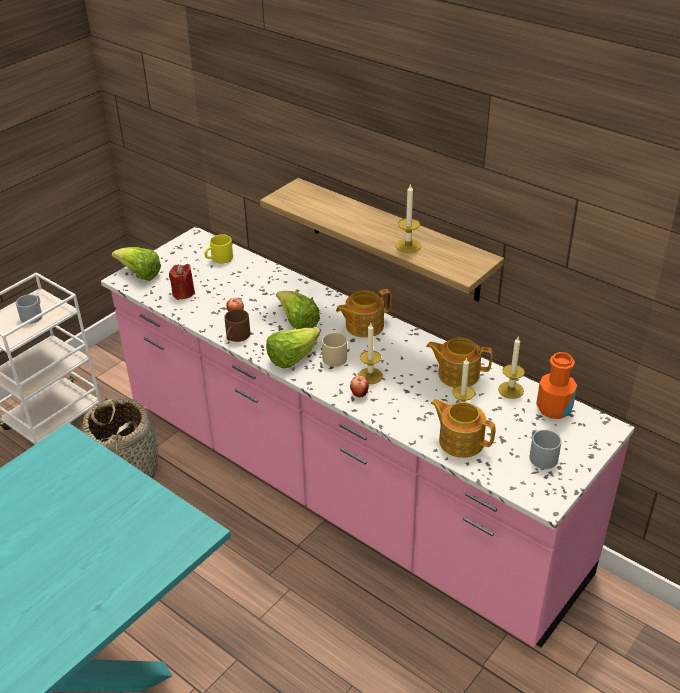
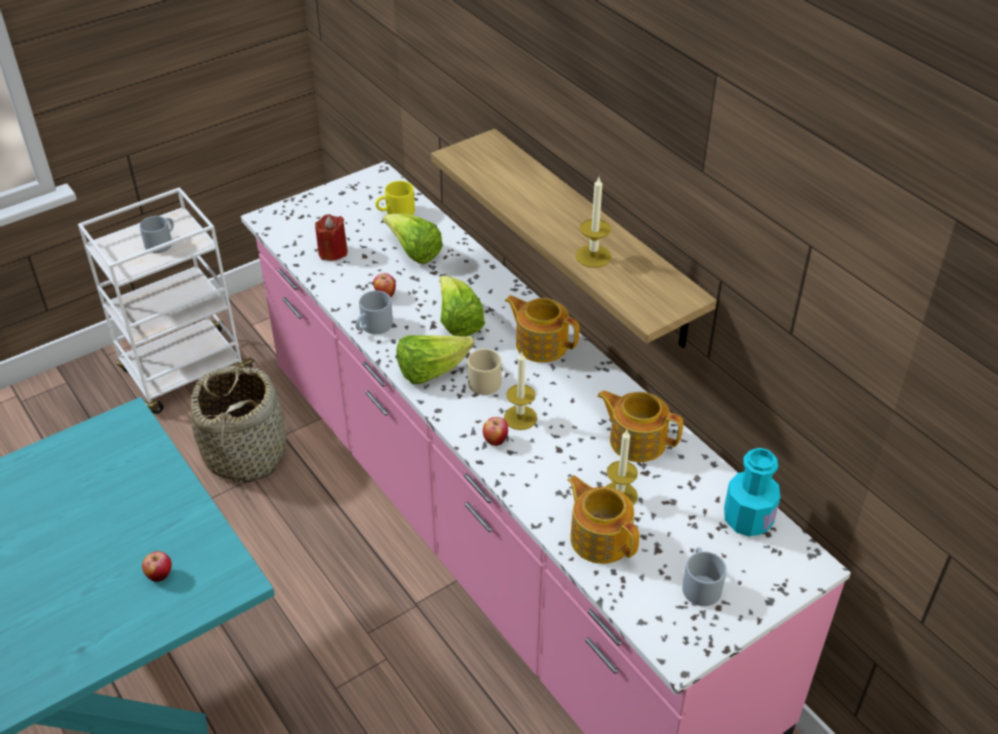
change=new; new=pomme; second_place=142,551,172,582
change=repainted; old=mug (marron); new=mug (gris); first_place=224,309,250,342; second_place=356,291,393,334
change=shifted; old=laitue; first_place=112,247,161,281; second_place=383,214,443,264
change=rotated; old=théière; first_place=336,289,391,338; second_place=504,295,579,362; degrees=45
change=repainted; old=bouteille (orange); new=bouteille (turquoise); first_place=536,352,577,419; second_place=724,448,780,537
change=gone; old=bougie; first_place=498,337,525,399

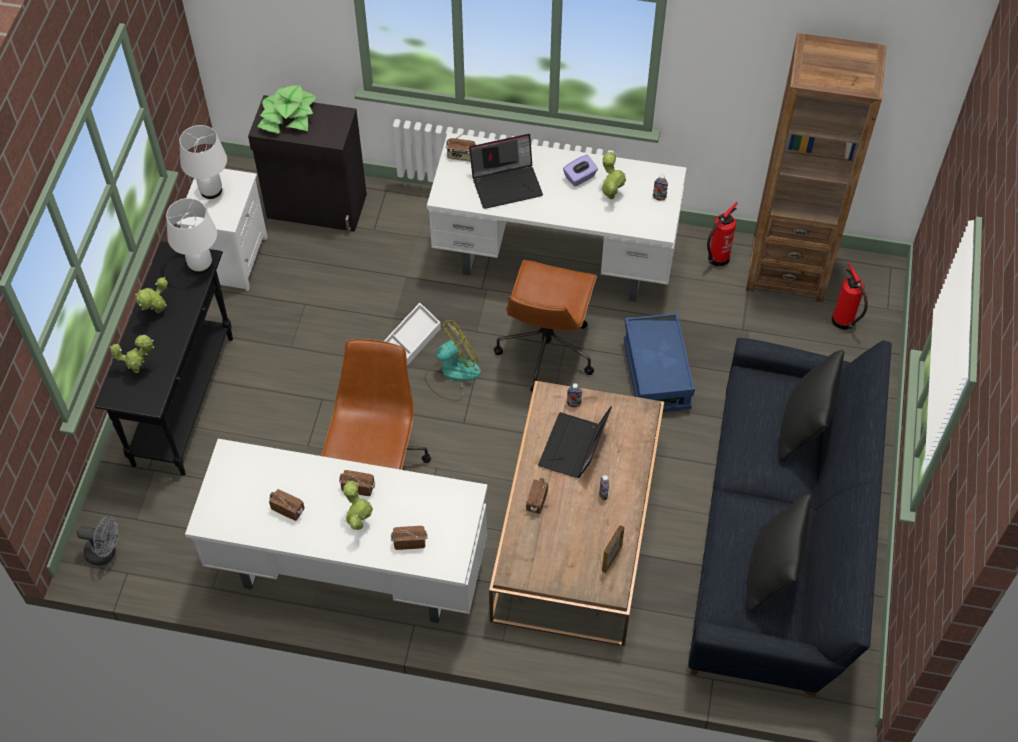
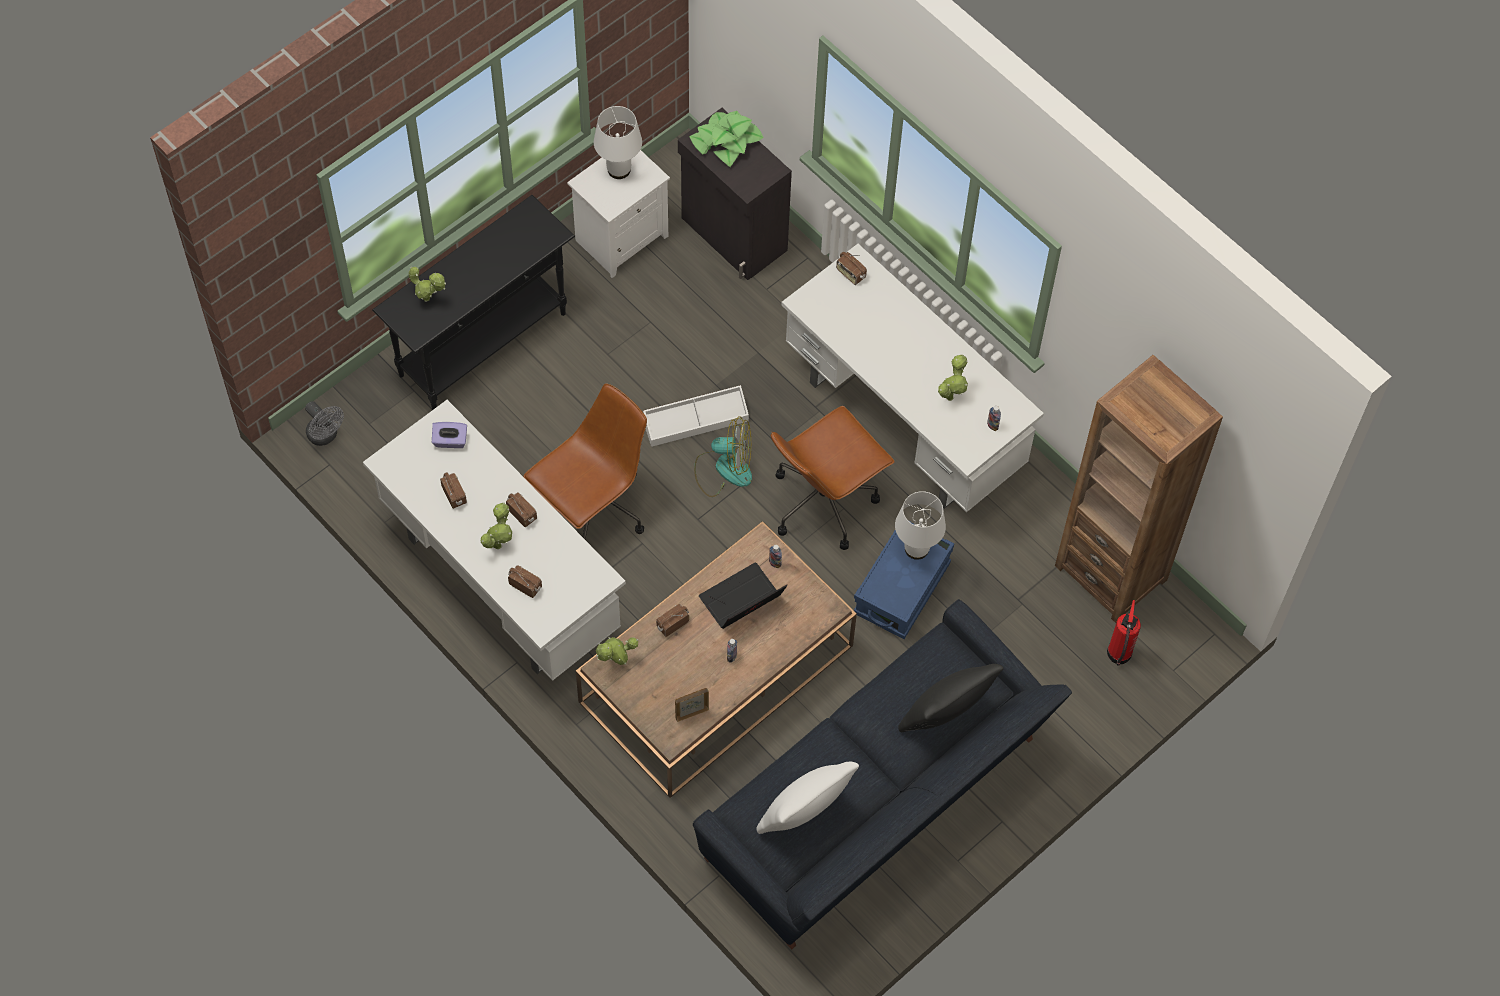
change=shifted; old=boîte à mouchoirs (violet); first_place=563,155,598,187; second_place=432,422,467,448
change=shifted; old=plante en pot; first_place=135,277,168,313; second_place=596,637,638,665
change=repainted; old=coussin (noir); new=coussin (blanc); first_place=746,494,812,613; second_place=757,762,859,834
change=shifted; old=lampe de table (blanc); first_place=166,198,217,274; second_place=895,491,946,560
change=gone; old=ordinateur portable; first_place=469,134,543,209
change=gone; old=extincteur; first_place=707,202,738,266

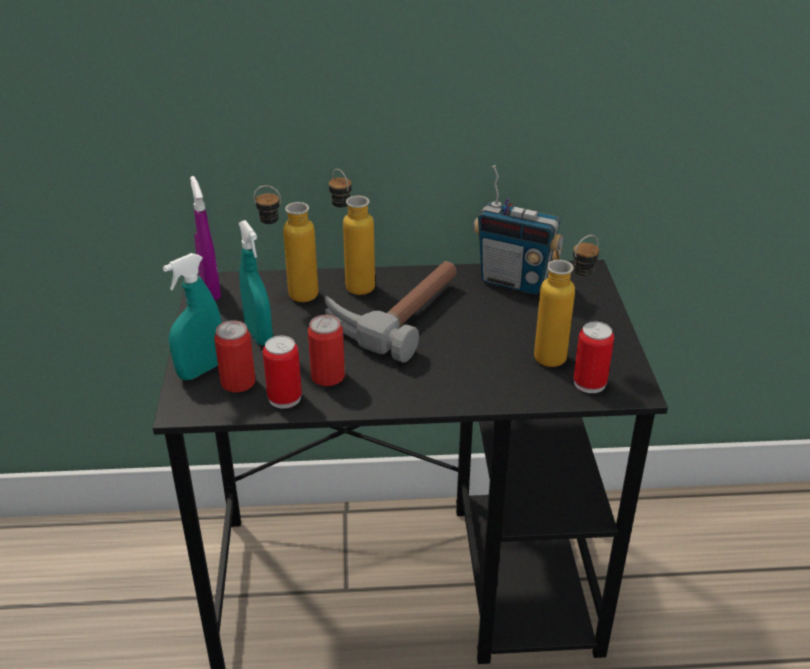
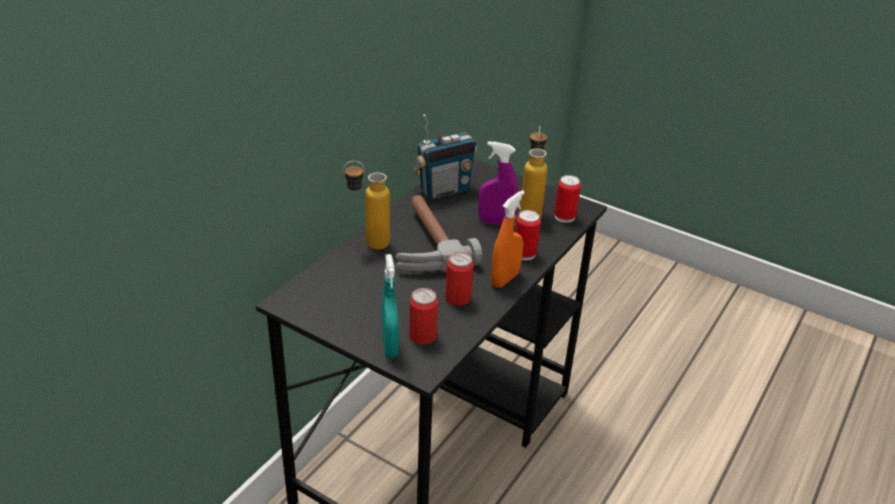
change=shifted; old=vaporisateur (violet); first_place=190,176,221,300; second_place=478,141,518,225
change=new; new=vaporisateur (orange); second_place=491,190,525,288
change=shifted; old=boîte métallique; first_place=263,336,302,409; second_place=515,210,541,260
change=gone; old=vaporisateur (turquoise); first_place=239,220,273,345
change=gone; old=bouteille; first_place=254,185,318,302

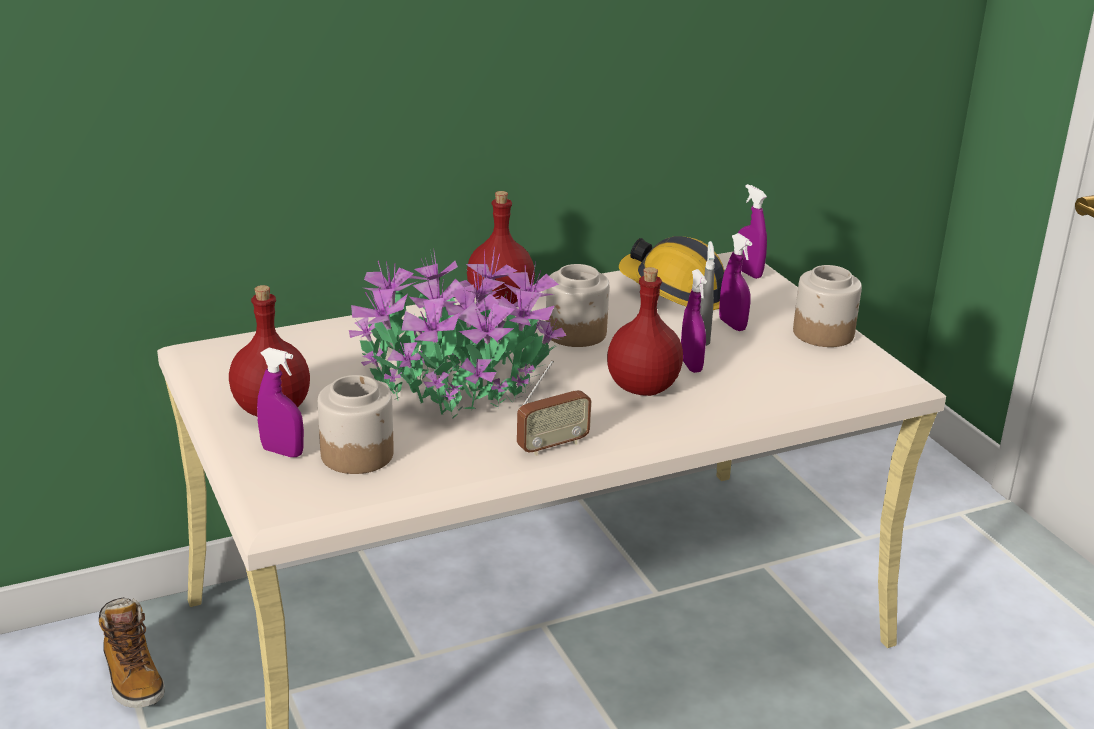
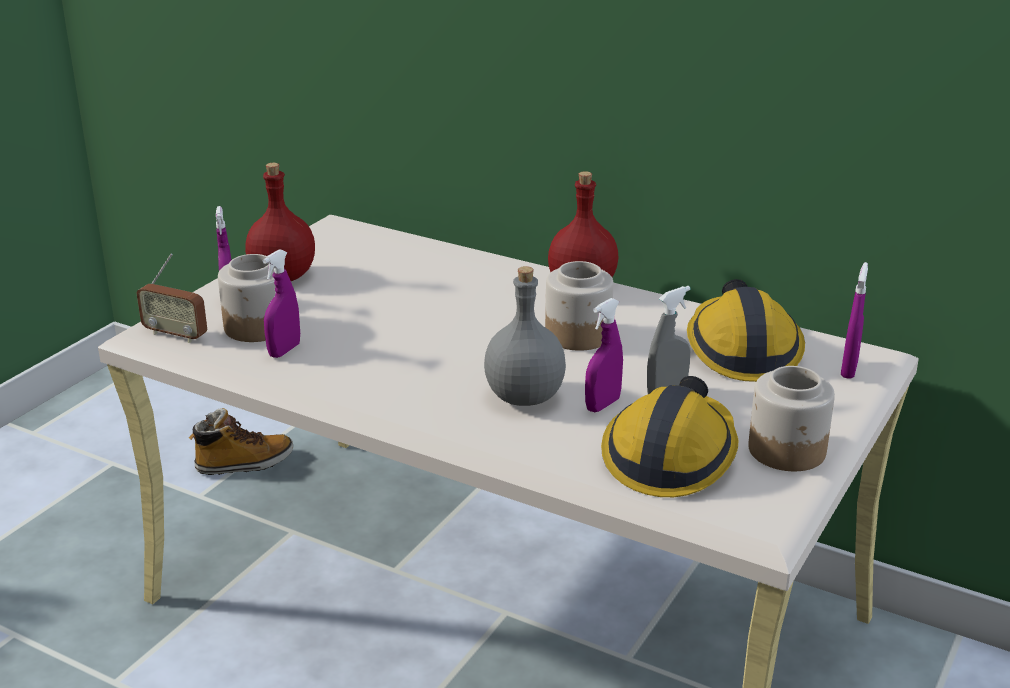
change=shifted; old=radio; first_place=517,360,591,456; second_place=136,253,207,343
change=rotated; old=botte; first_place=99,598,165,708; second_place=189,408,293,475; degrees=-135
change=shifted; old=vaporisateur (violet); first_place=719,233,752,331; second_place=263,249,300,358
change=repainted; old=bouteille (rouge); new=bouteille (gris); first_place=607,267,683,396; second_place=484,266,566,406
change=new; new=casque de chantier; second_place=601,376,739,497
change=gone; old=plante en pot; first_place=349,246,566,419

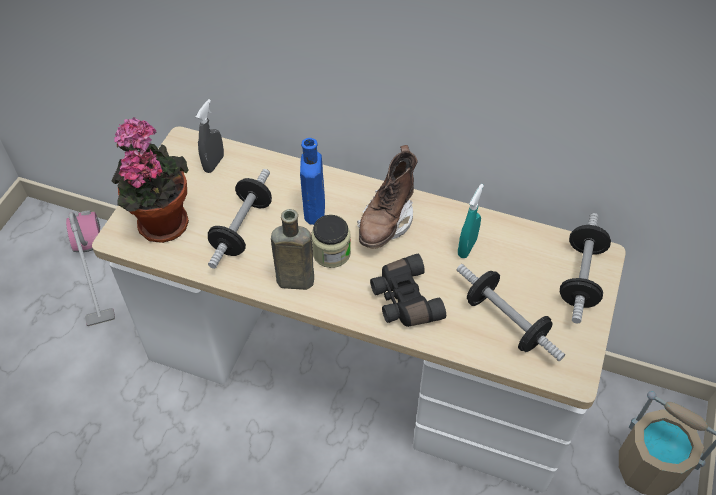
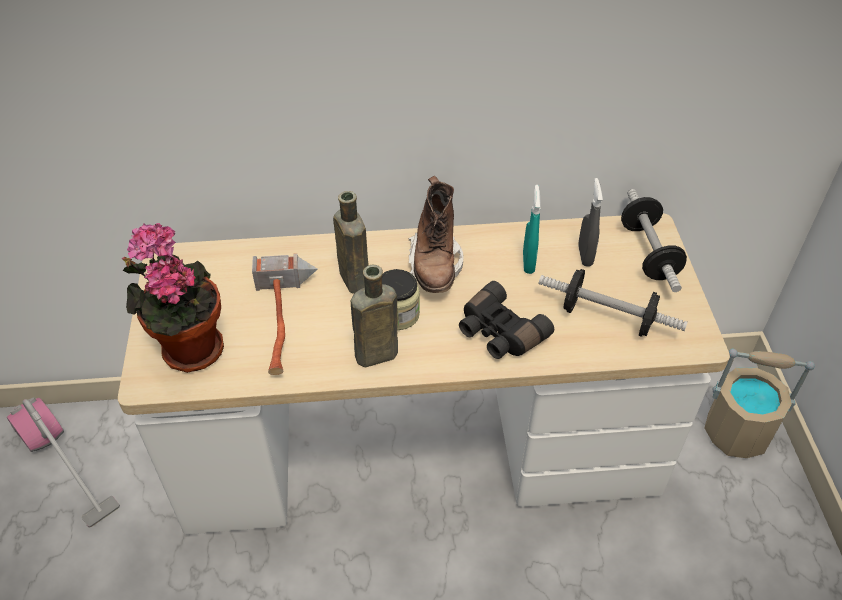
change=swapped; old=haltère; new=marteau; first_place=208,169,272,269; second_place=252,253,318,375
change=repainted; old=bouteille (bleu); new=bouteille (marron); first_place=300,138,325,225; second_place=333,191,369,294
change=shifted; old=vaporisateur (gris); first_place=196,99,224,173; second_place=578,178,603,267

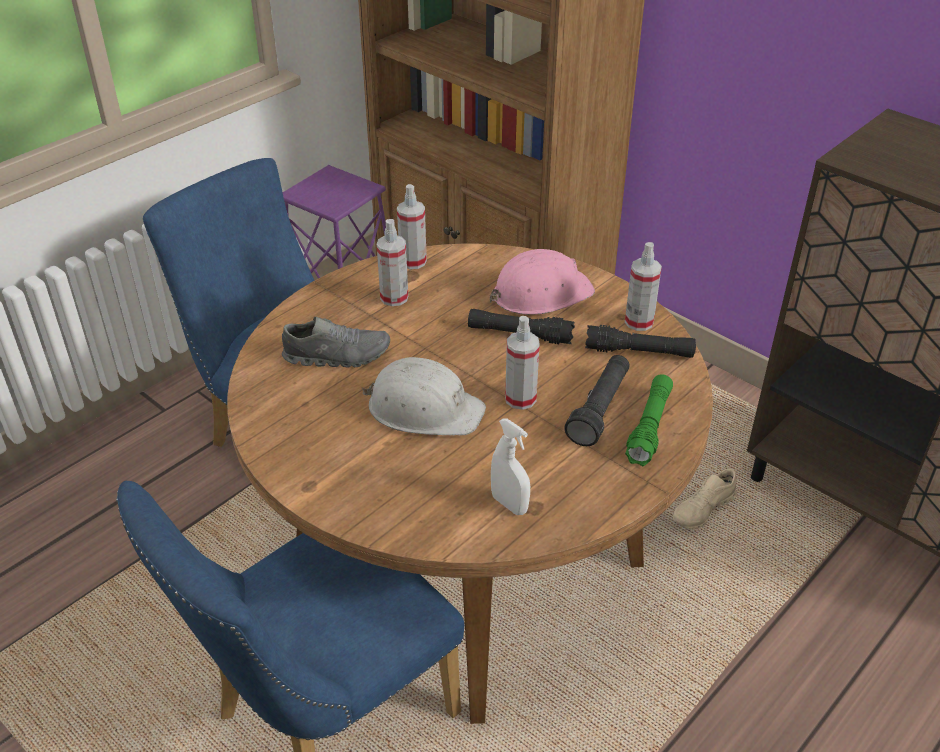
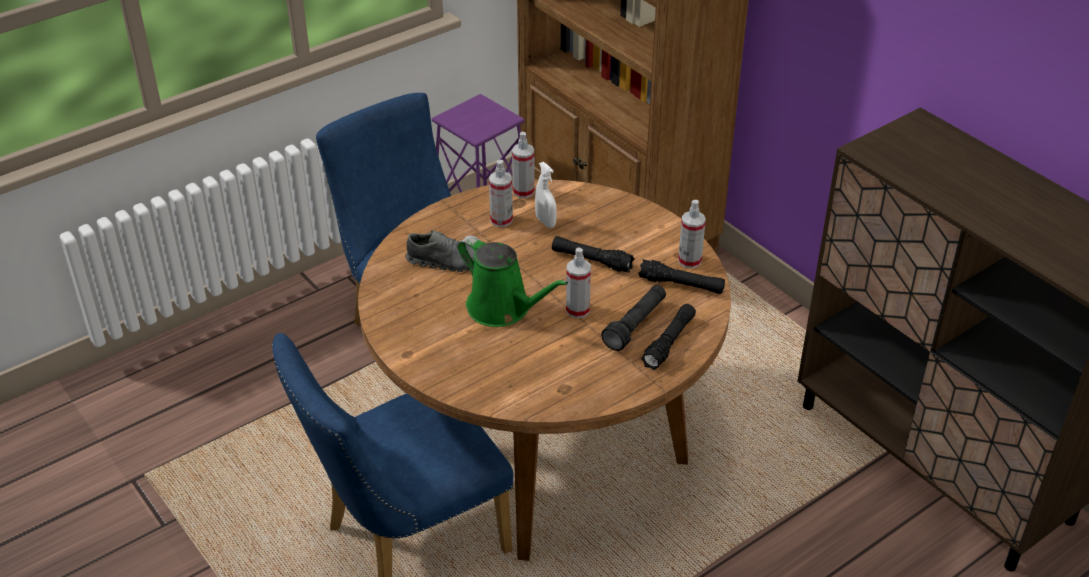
change=swapped; old=casque de chantier (blanc); new=arrosoir (vert); first_place=362,357,486,436; second_place=457,235,568,327
change=shifted; old=vaporisateur (blanc); first_place=491,418,530,515; second_place=535,162,557,228
change=repainted; old=lampe de poche (vert); new=lampe de poche (noir); first_place=625,374,673,466; second_place=641,304,696,370
change=gone; old=casque de chantier (rose); first_place=490,249,595,315
change=gone; old=chaussure (beige); first_place=673,469,737,530

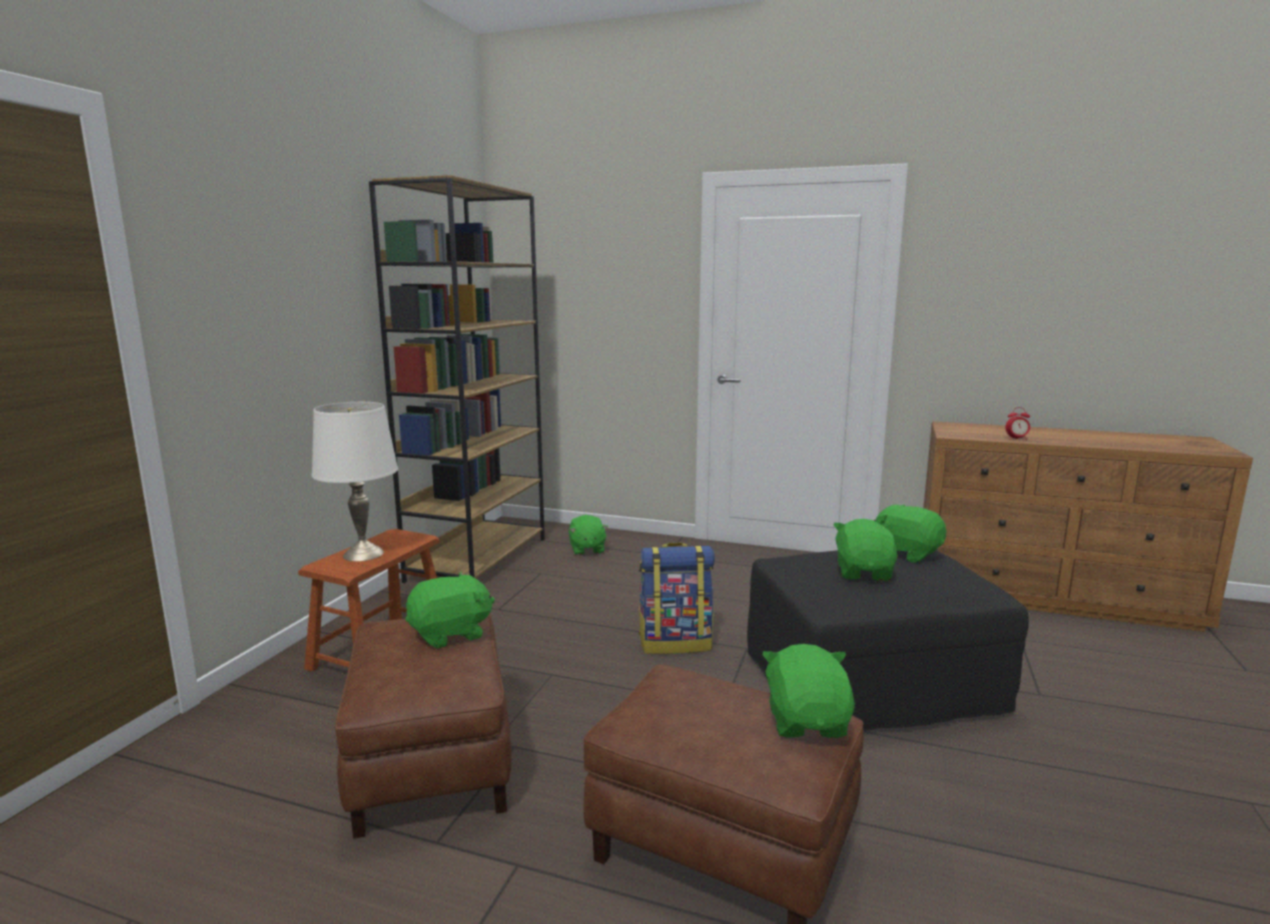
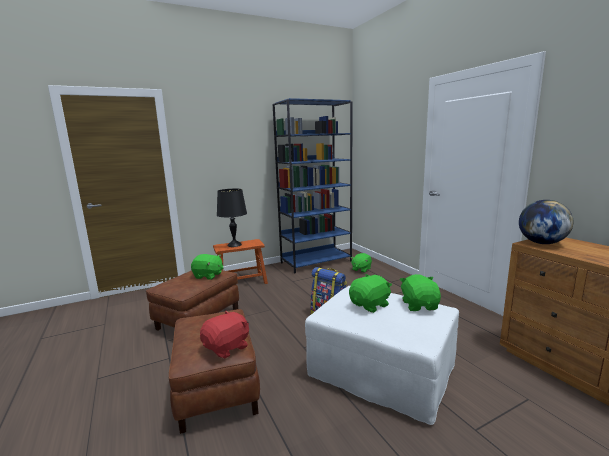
change=repainted; old=peluche (vert); new=peluche (rouge); first_place=762,644,855,738; second_place=200,311,249,358
change=repainted; old=lampe de table (blanc); new=lampe de table (noir); first_place=312,402,398,561; second_place=217,189,247,247
change=repainted; old=bibliothèque (marron); new=bibliothèque (bleu); first_place=369,175,545,583; second_place=273,98,353,274
change=repainted; old=pouf (noir); new=pouf (blanc); first_place=747,550,1029,731; second_place=305,285,459,425
change=new; new=globe; second_place=519,200,574,244
change=gone; old=réveil; first_place=1005,407,1030,440

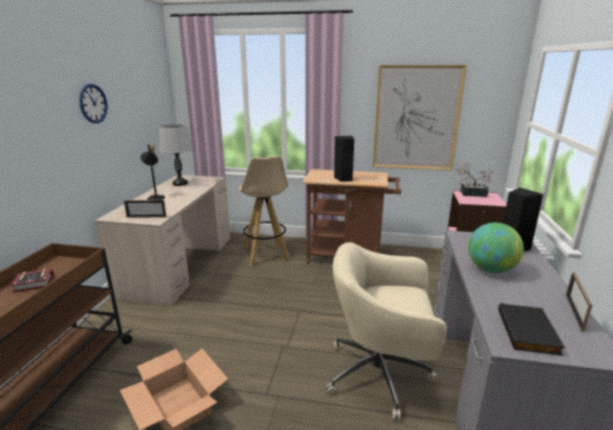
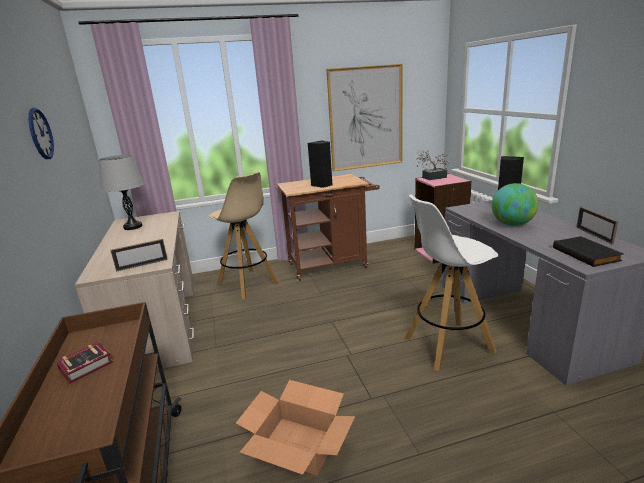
change=swapped; old=chaise de bureau (beige); new=tabouret (blanc); first_place=326,242,447,420; second_place=405,194,499,371
change=gone; old=lampe de table (noir); first_place=140,145,165,200

